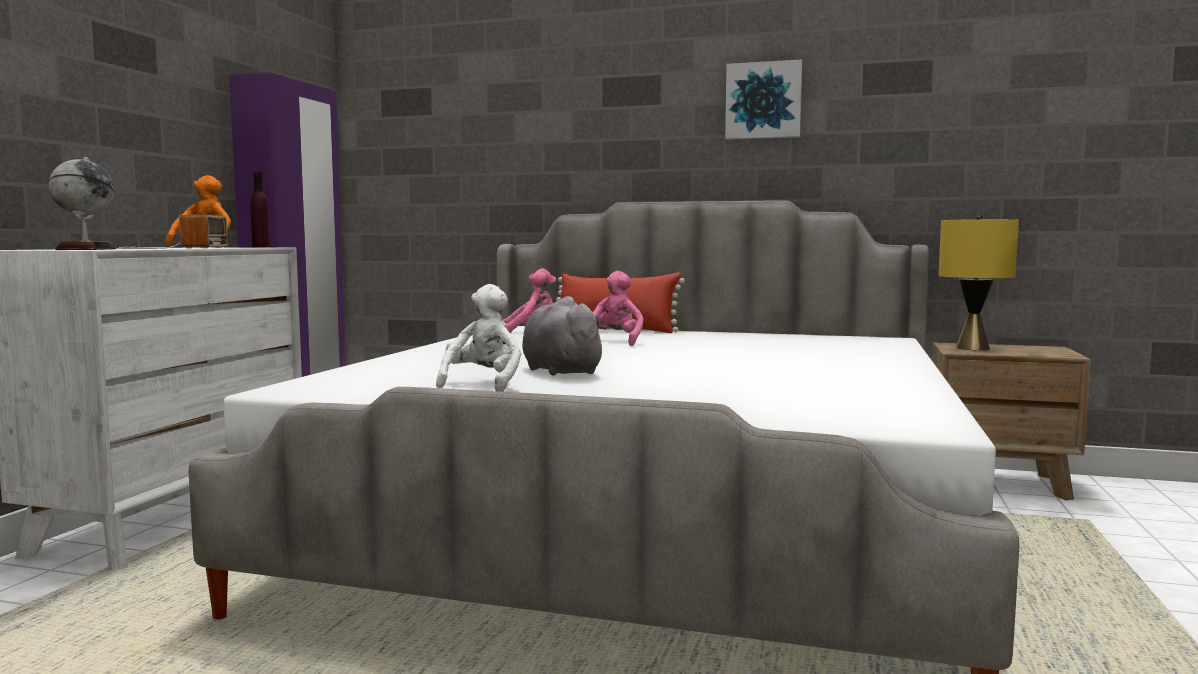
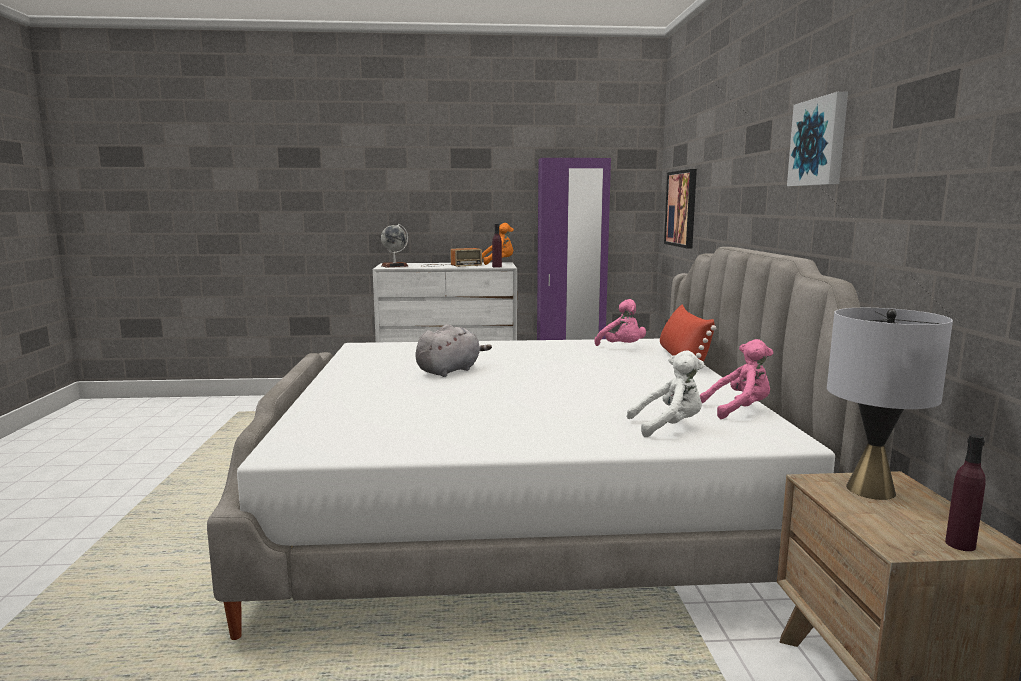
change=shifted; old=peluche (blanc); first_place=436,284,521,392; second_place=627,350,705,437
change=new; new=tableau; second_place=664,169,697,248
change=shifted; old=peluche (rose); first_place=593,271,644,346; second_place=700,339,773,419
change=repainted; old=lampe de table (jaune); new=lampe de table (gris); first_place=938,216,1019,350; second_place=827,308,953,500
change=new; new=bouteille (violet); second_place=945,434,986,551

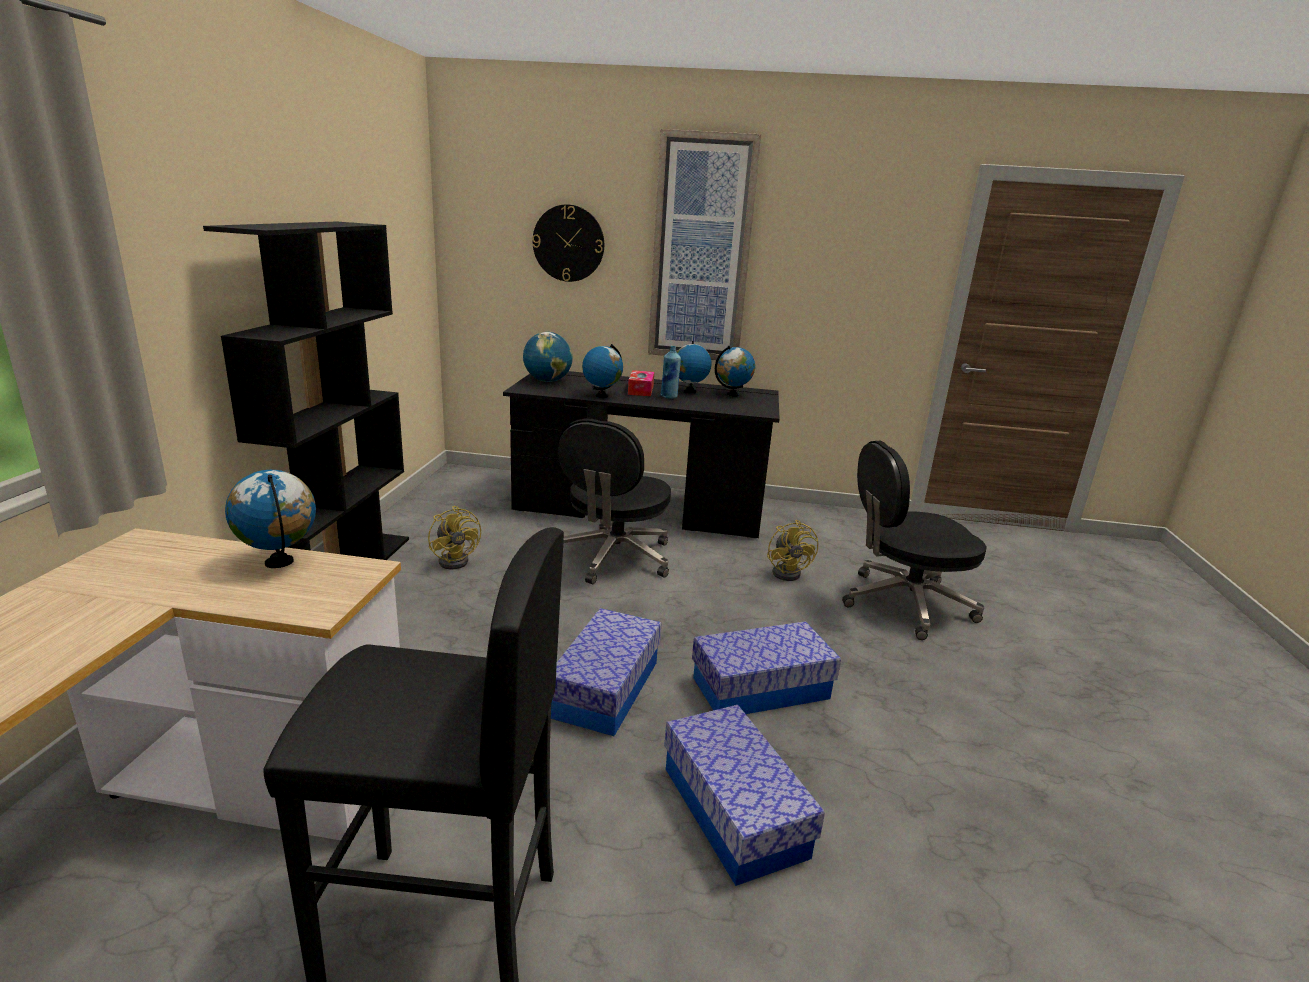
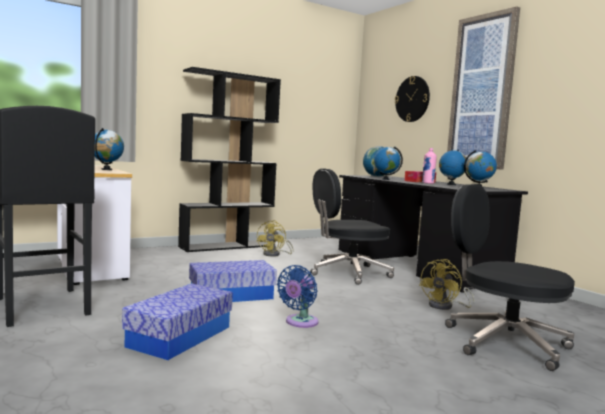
change=swapped; old=boîte de rangement; new=ventilateur (bleu); first_place=692,621,841,714; second_place=277,265,319,328
change=repainted; old=bouteille (bleu); new=bouteille (rose); first_place=660,346,681,399; second_place=422,148,437,184

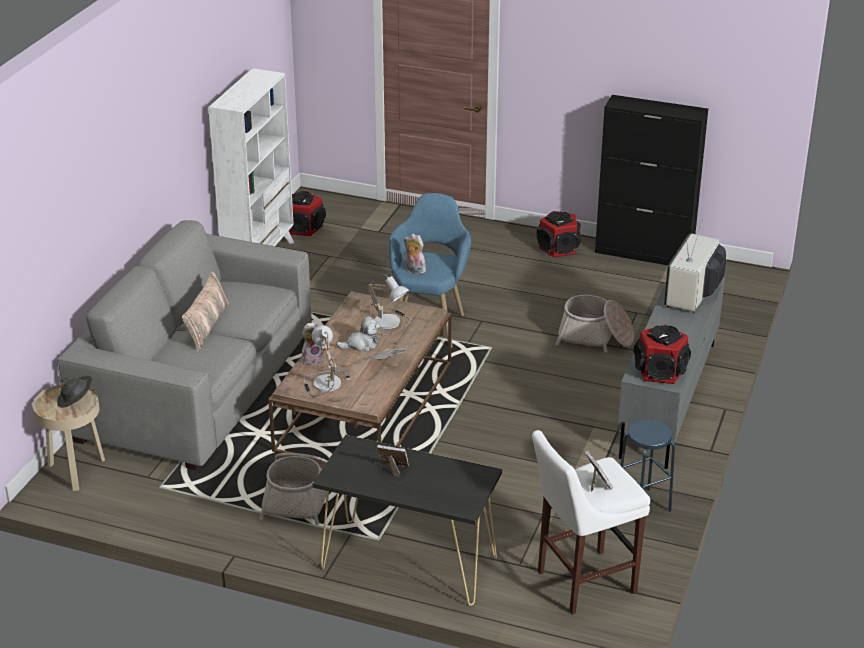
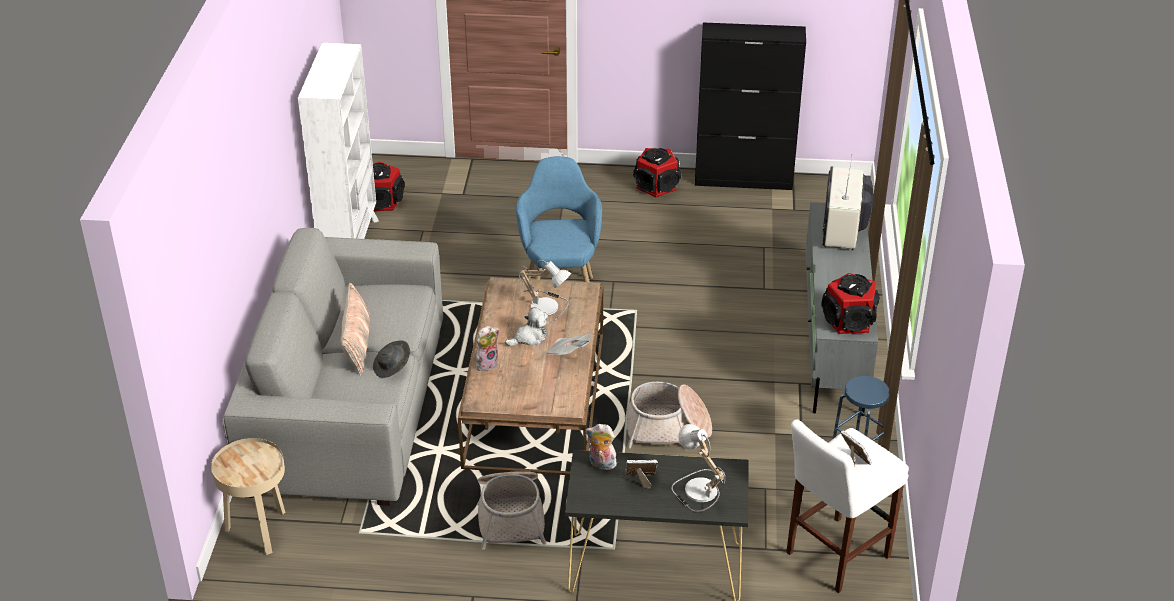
change=shifted; old=chapeau (gris); first_place=57,376,92,408; second_place=373,340,410,378
change=shifted; old=peluche; first_place=403,234,426,274; second_place=585,424,617,470
change=shifted; old=panier; first_place=556,295,634,353; second_place=627,382,712,449
change=shifted; old=lampe de table; first_place=304,325,350,397; second_place=671,424,725,512

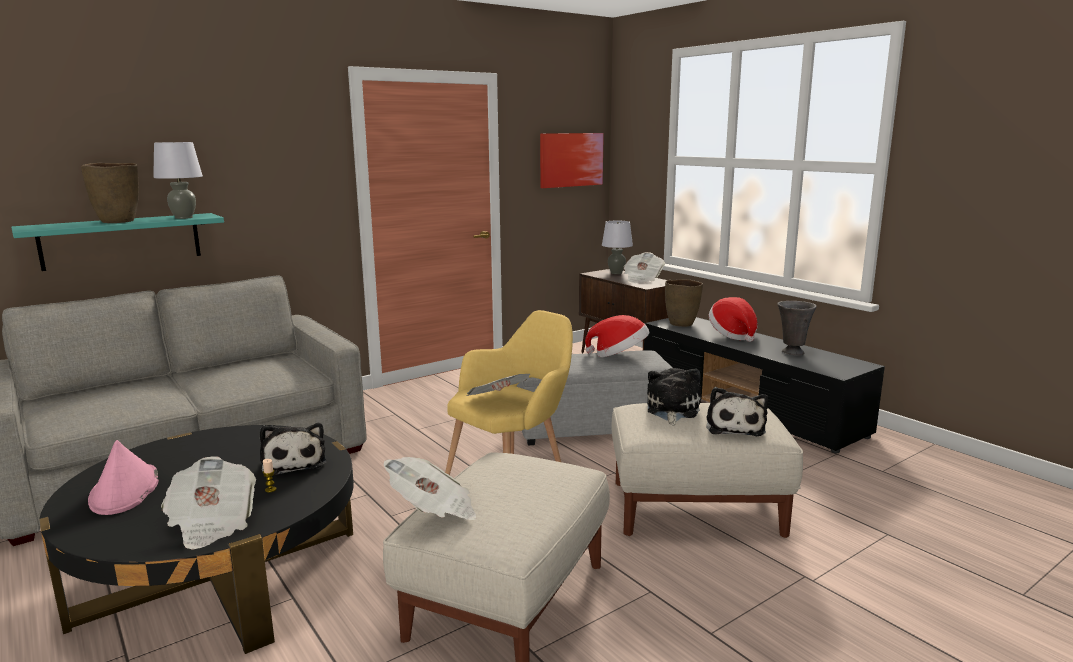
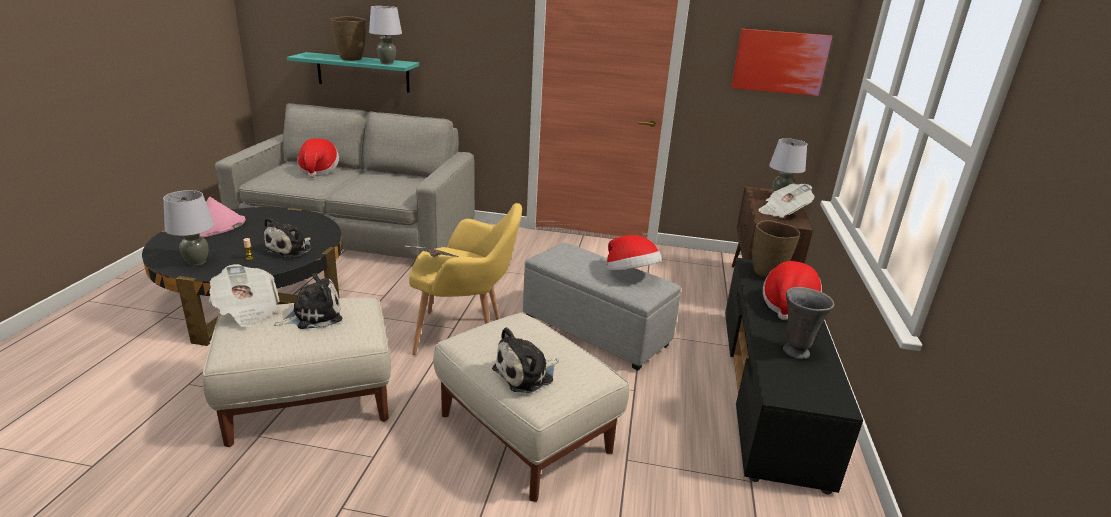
change=swapped; old=journal; new=lampe de table (gris); first_place=161,456,256,550; second_place=163,190,214,266
change=shifted; old=peluche; first_place=647,368,701,425; second_place=274,273,342,329
change=new; new=chapeau; second_place=297,138,339,178

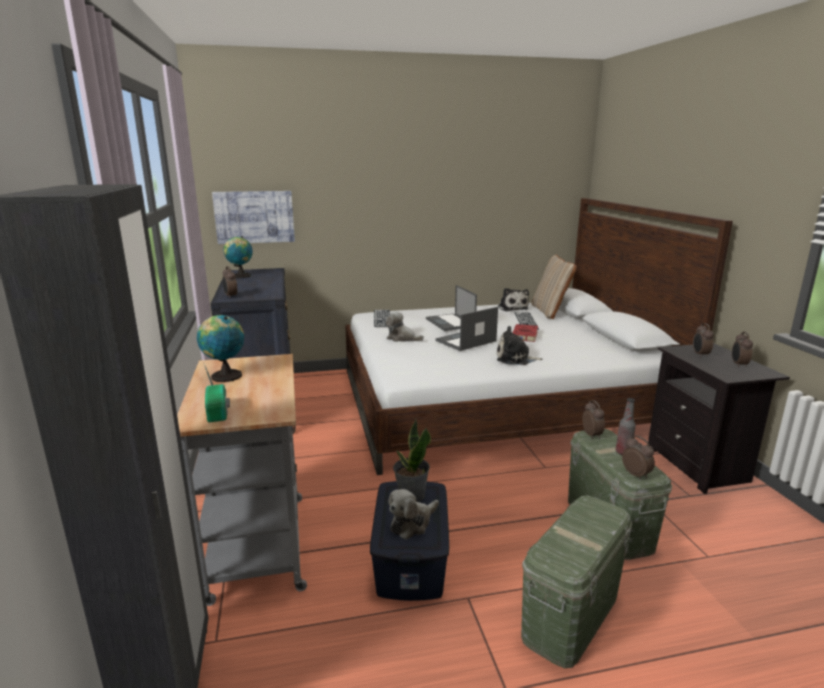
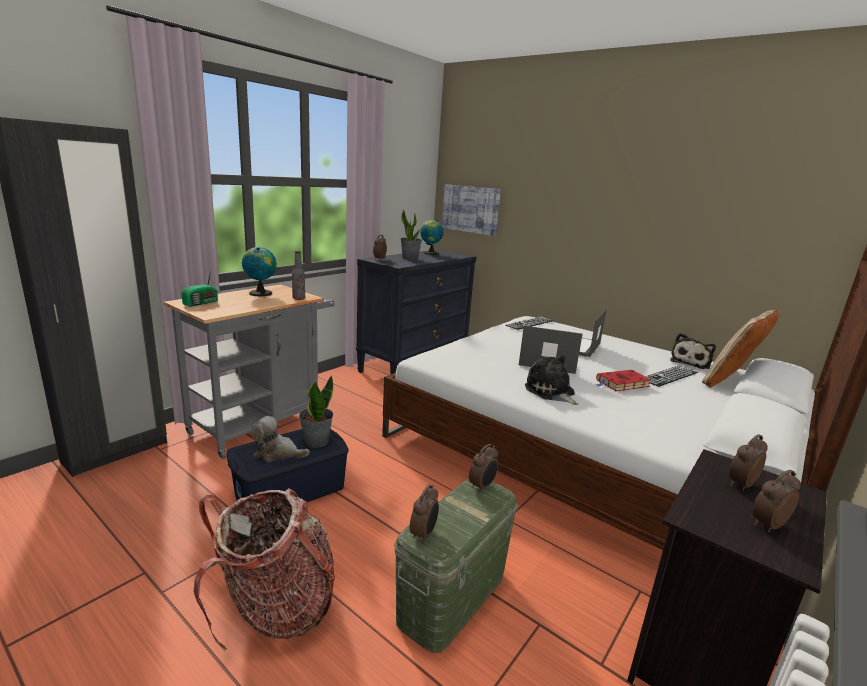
change=swapped; old=boîte de rangement (vert); new=sac à dos; first_place=521,496,632,668; second_place=194,488,335,651
change=shifted; old=bouteille; first_place=616,398,636,455; second_place=292,251,305,300
change=new; new=plante en pot; second_place=401,210,422,260
change=gone; old=peluche; first_place=386,311,424,342

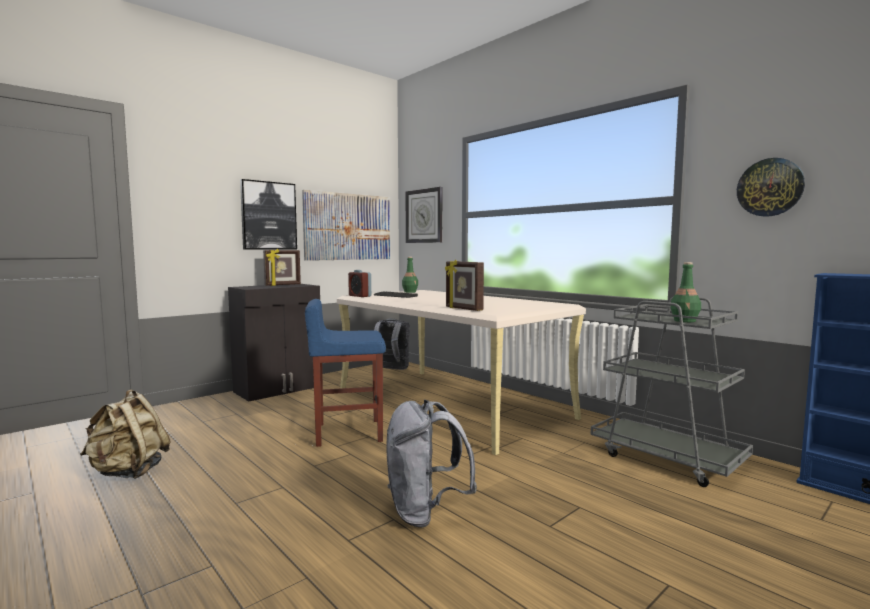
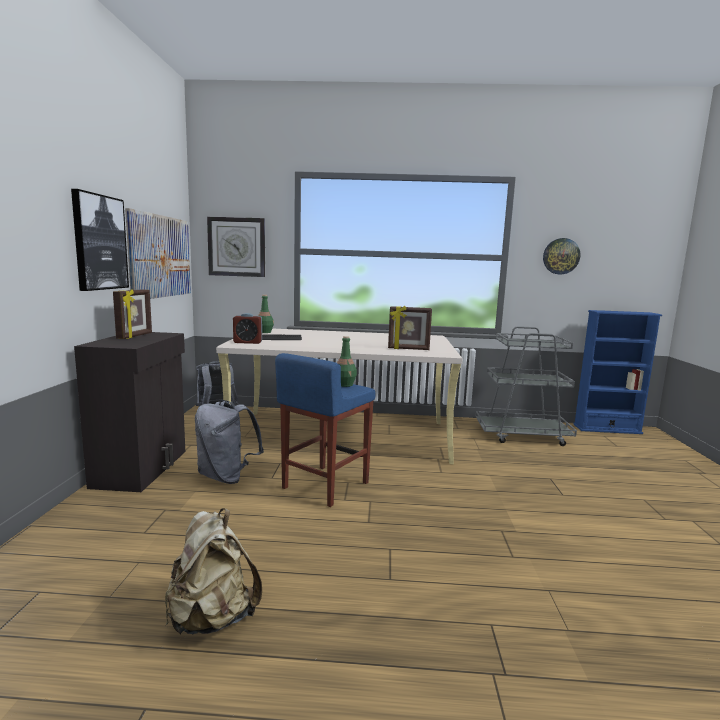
change=shifted; old=sac à dos (gris); first_place=386,399,477,527; second_place=195,400,264,484
change=shifted; old=bouteille (vert); first_place=670,262,701,322; second_place=337,336,357,387

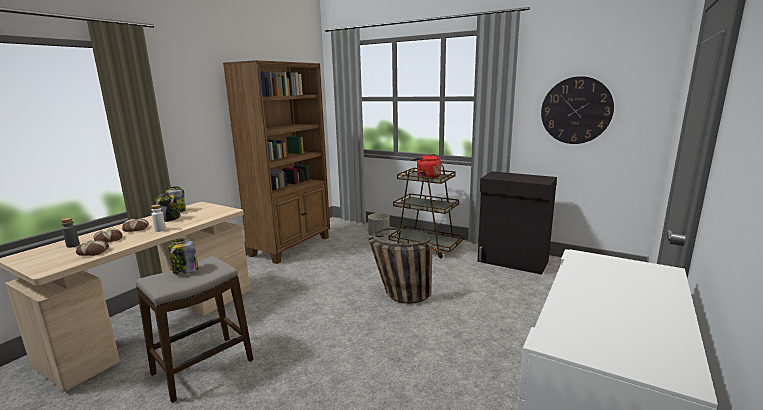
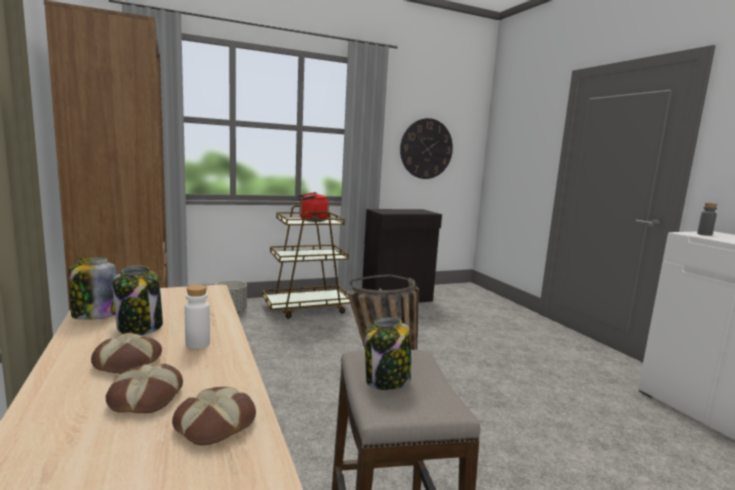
change=shifted; old=bouteille (gris); first_place=61,218,80,248; second_place=697,203,717,236

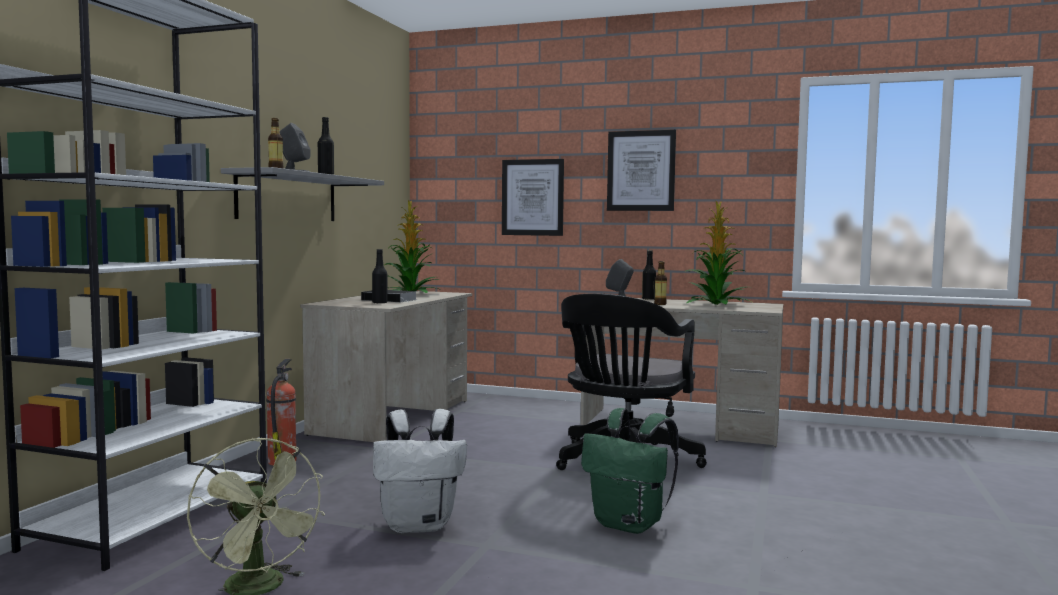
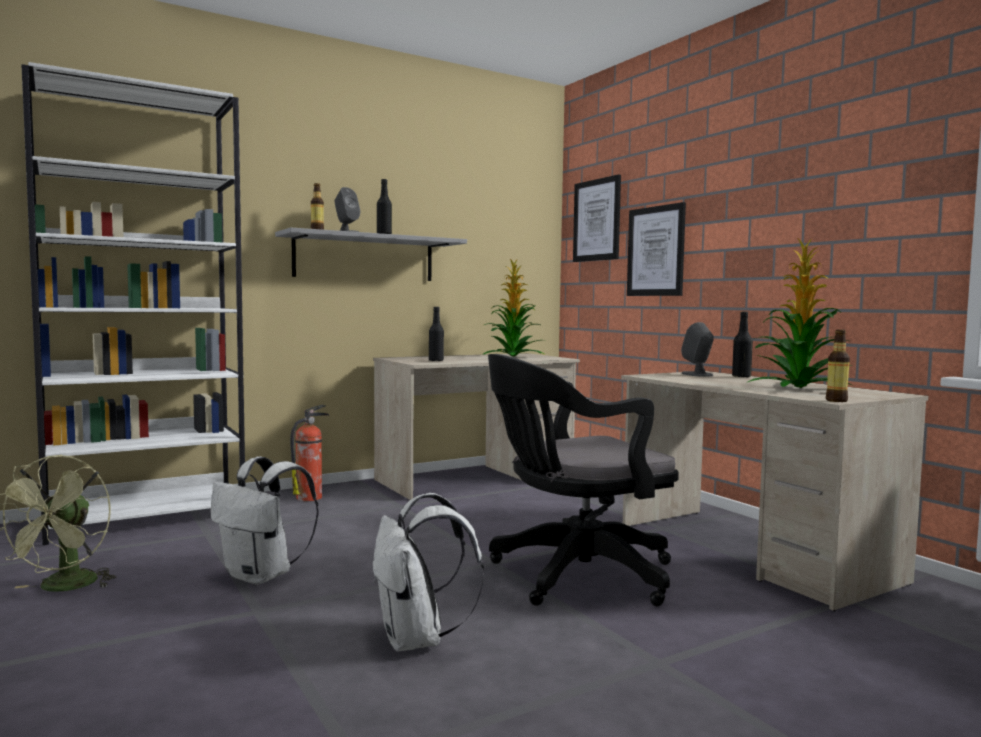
change=repainted; old=sac à dos (vert); new=sac à dos (blanc); first_place=581,408,679,534; second_place=373,493,484,652
change=shifted; old=tableau; first_place=607,130,676,211; second_place=573,174,621,262
change=shifted; old=bouteille; first_place=654,261,667,305; second_place=826,329,850,402
change=gone; old=livre; first_place=361,290,417,302

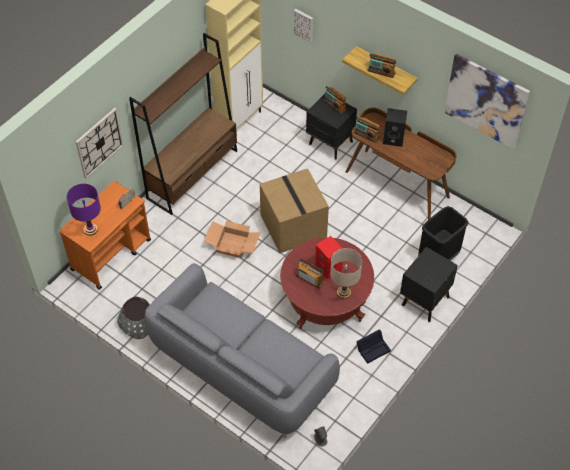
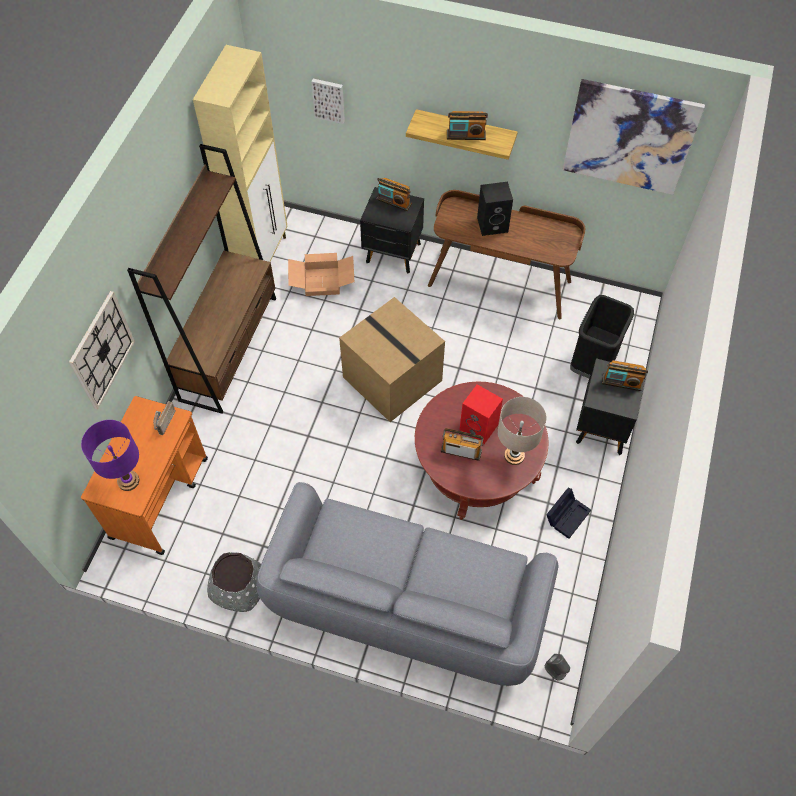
change=shifted; old=carton; first_place=204,221,261,258; second_place=288,253,354,296
change=shifted; old=radio; first_place=354,117,380,143; second_place=602,360,648,391

